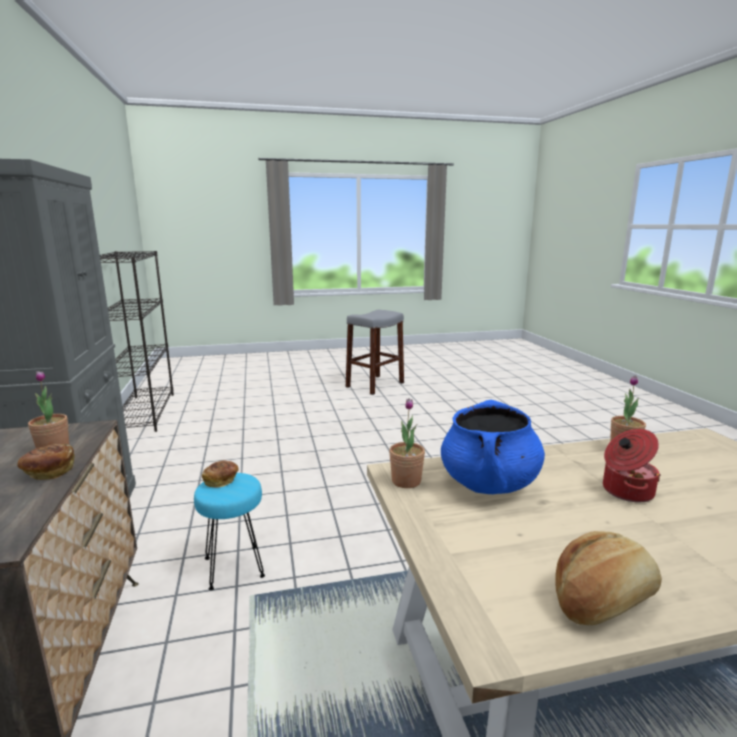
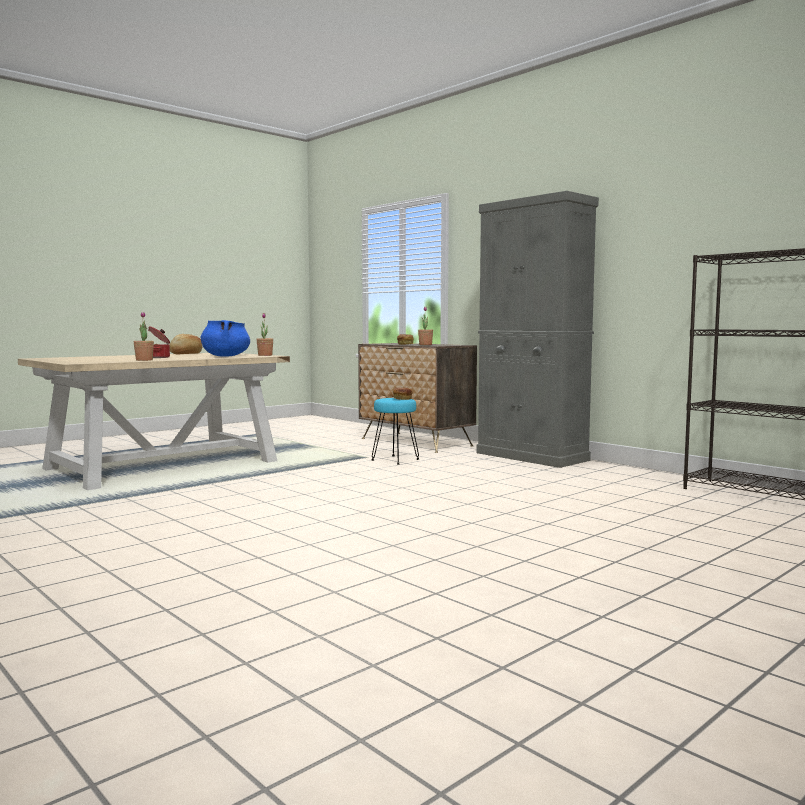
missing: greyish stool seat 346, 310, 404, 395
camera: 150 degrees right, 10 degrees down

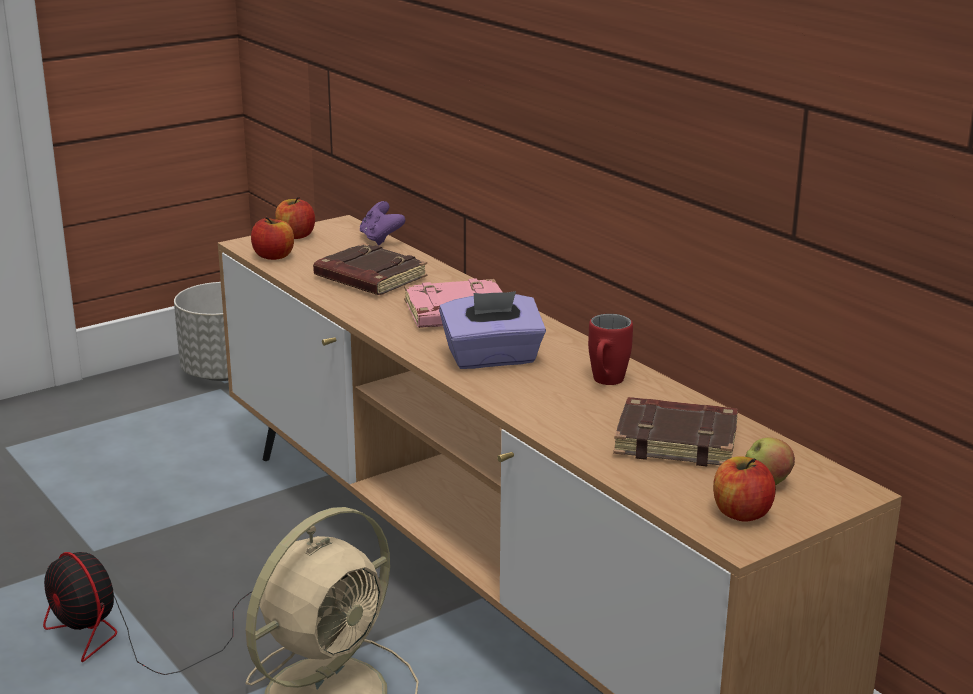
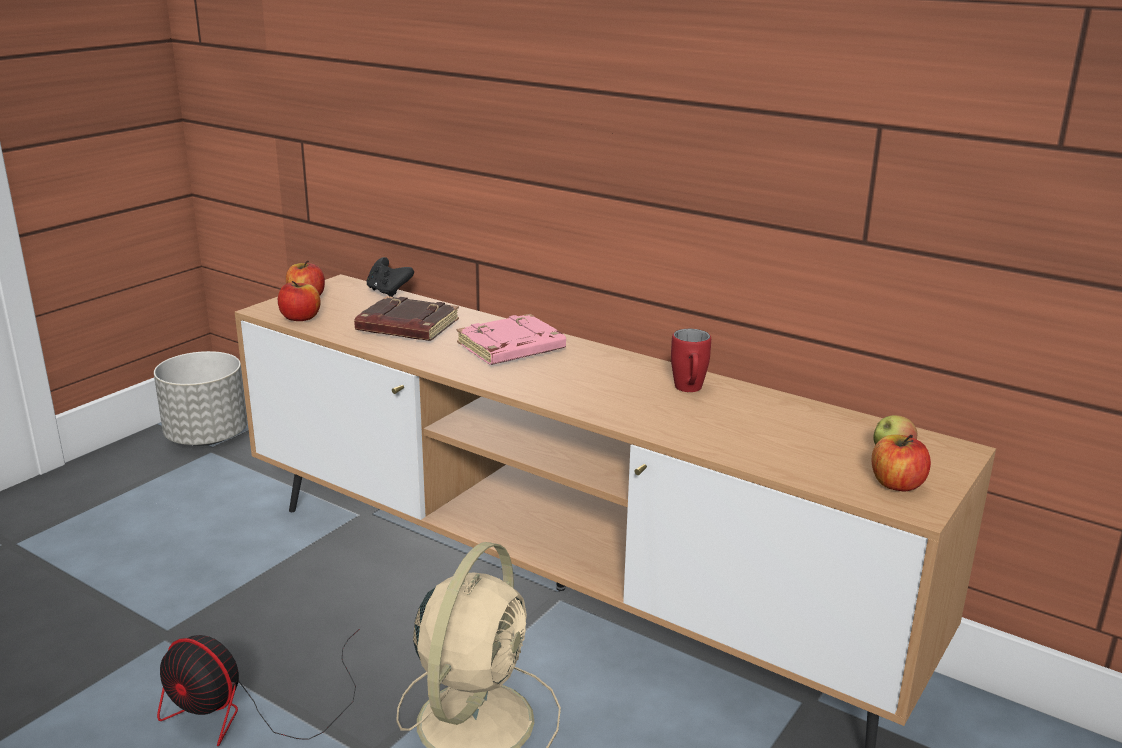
missing: purplish box of tissues 439, 291, 546, 369; brown bound book 613, 397, 738, 467
colour: purplish joypad 360, 201, 405, 245 to black joypad 367, 257, 414, 297
camera: 20 degrees left, 0 degrees up

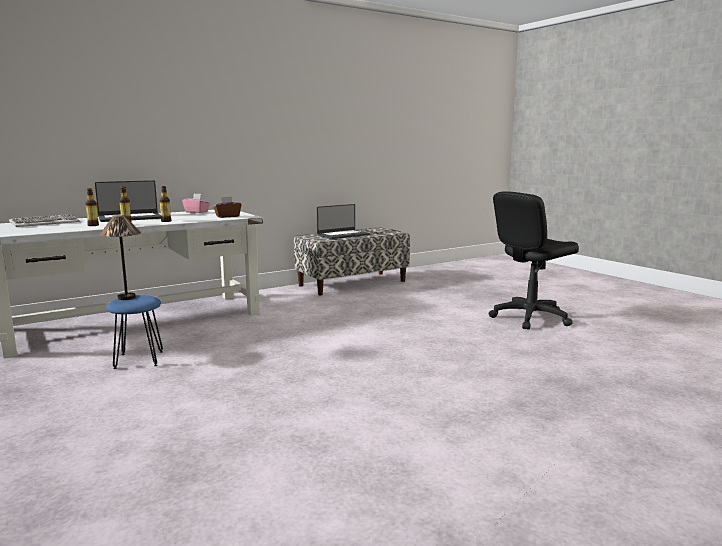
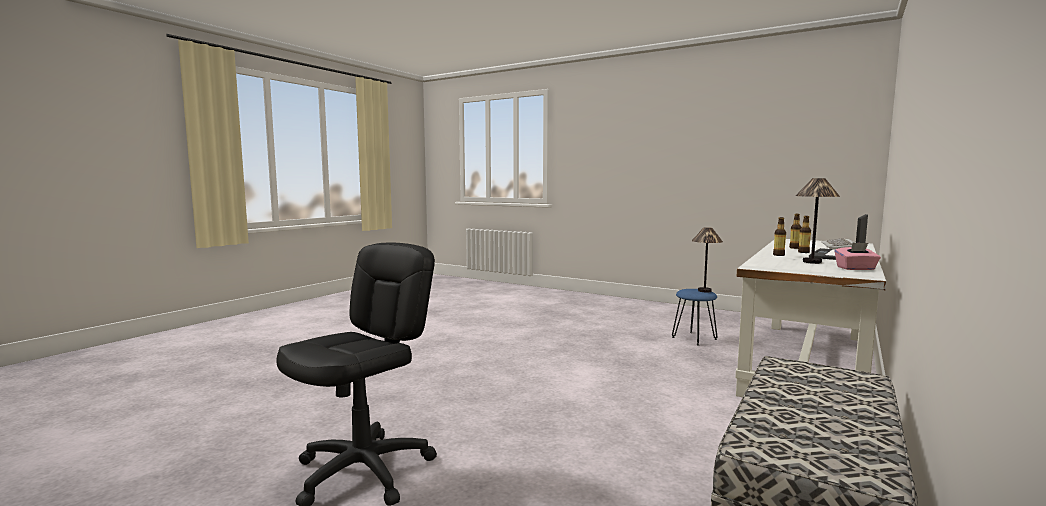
missing: brown box of tissues 213, 196, 241, 218; notebook computer 317, 204, 370, 239
appeared: lamp for a table 796, 178, 840, 264
camera: 155 degrees right, 5 degrees down

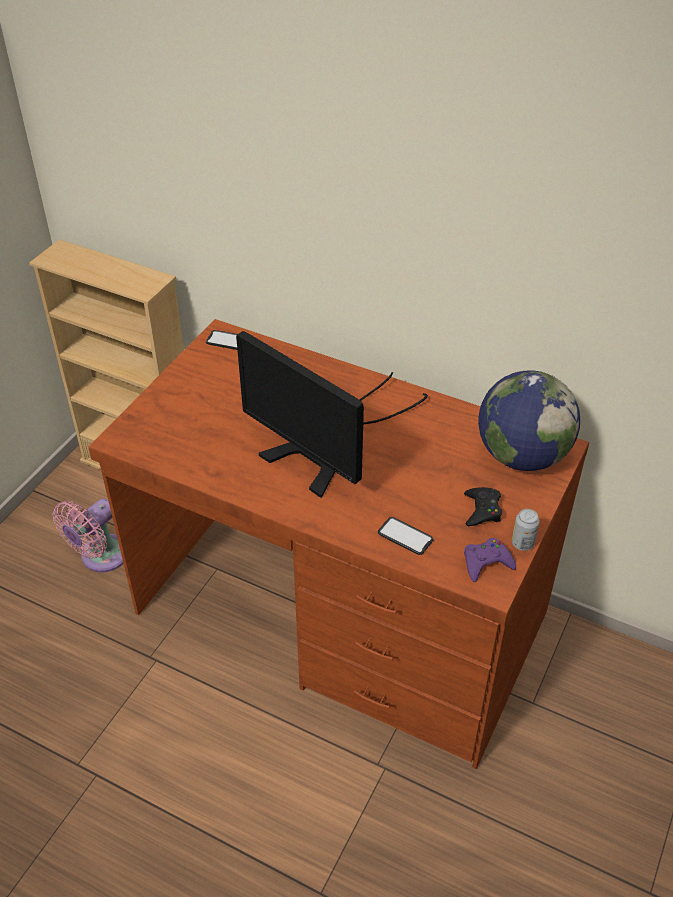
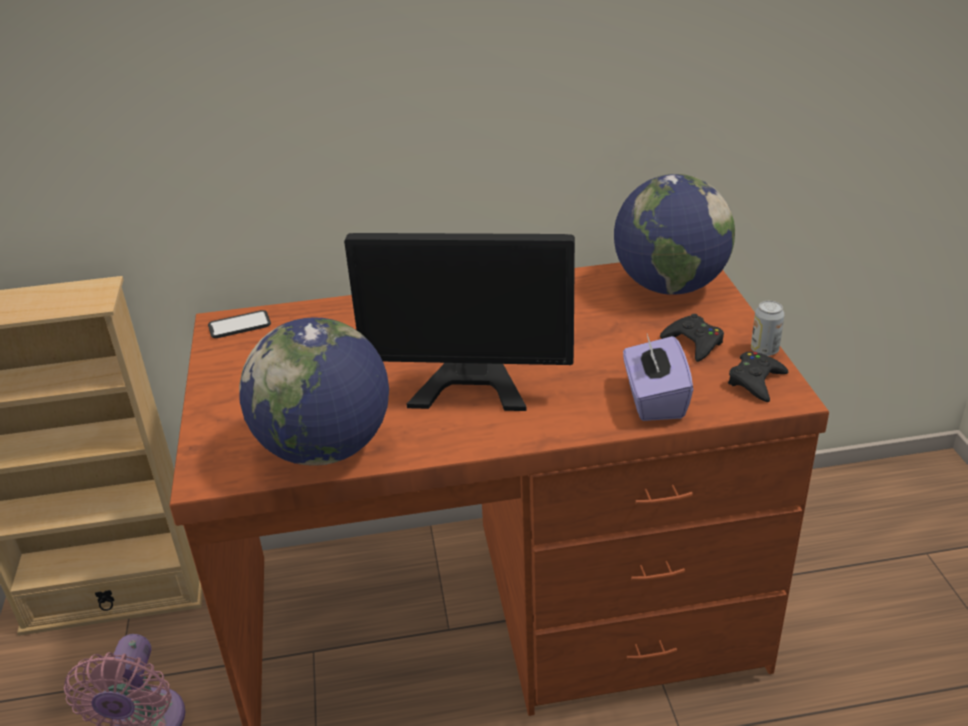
appeared: globe 239, 317, 389, 466
exchanged: telephone 378, 517, 434, 555 to purplish box of tissues 623, 334, 693, 421
colour: purplish joypad 464, 538, 516, 582 to black joypad 728, 352, 788, 402
camera: 35 degrees left, 10 degrees down

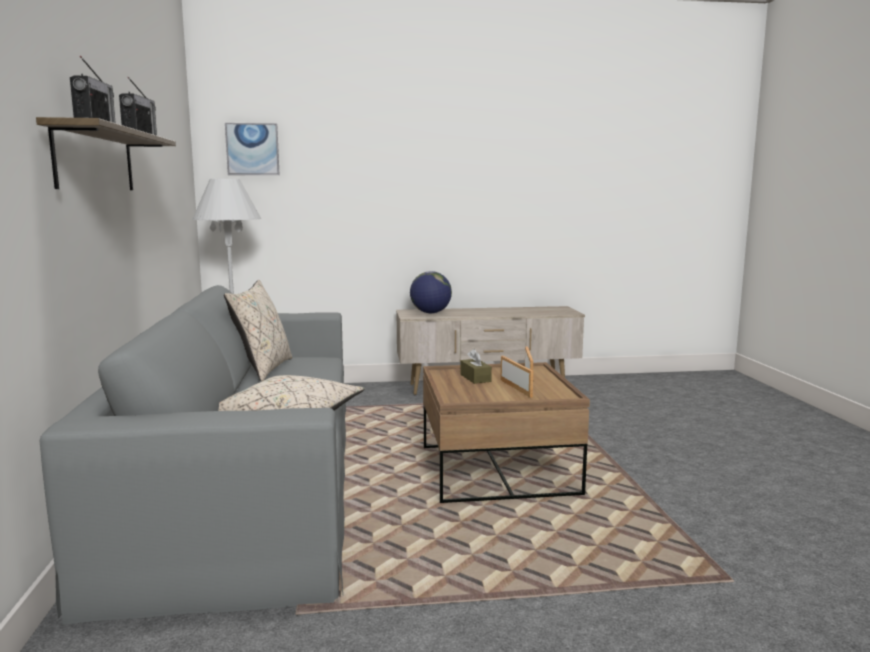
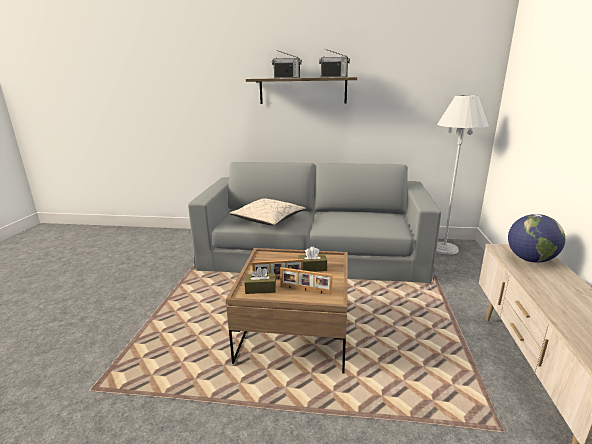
missing: picture 225, 123, 280, 175; beige-coloured pillow 224, 280, 293, 382
appeared: brown box of tissues 244, 267, 276, 294
camera: 105 degrees right, 10 degrees up

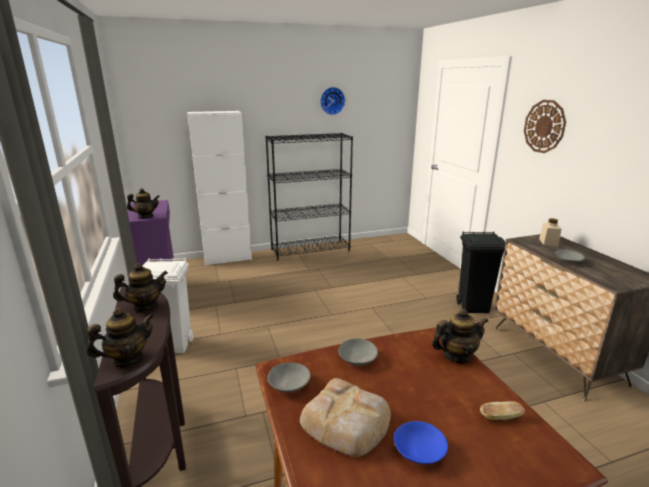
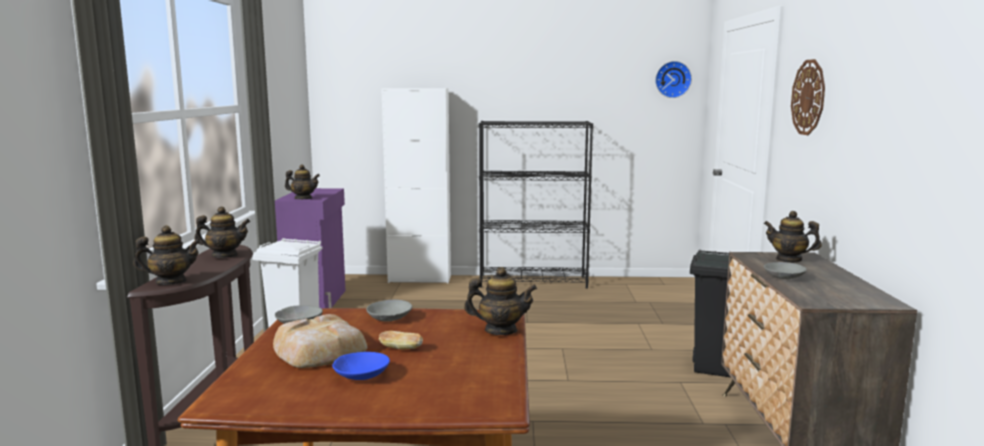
relocated: hanging clock 320, 87, 345, 115 to 655, 61, 692, 98; bakery bread 480, 402, 525, 420 to 379, 331, 423, 350
exchanged: beige-coloured jar 539, 218, 561, 246 to teapot 764, 211, 822, 263
camera: 20 degrees right, 10 degrees down

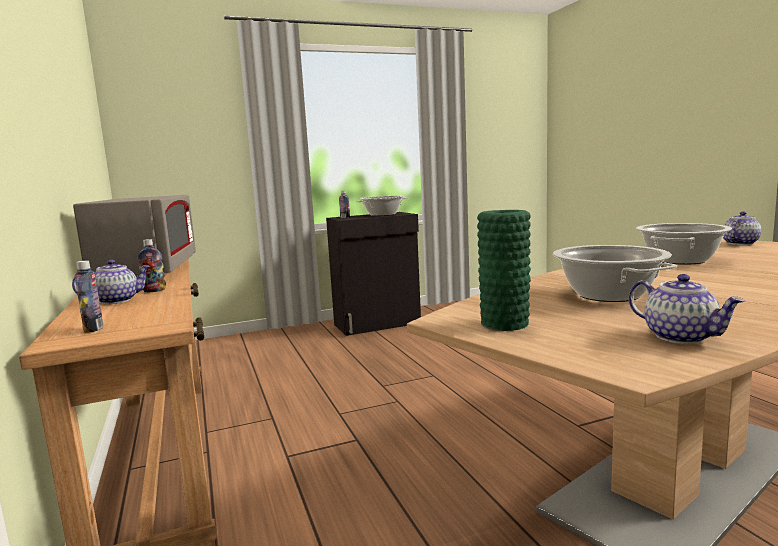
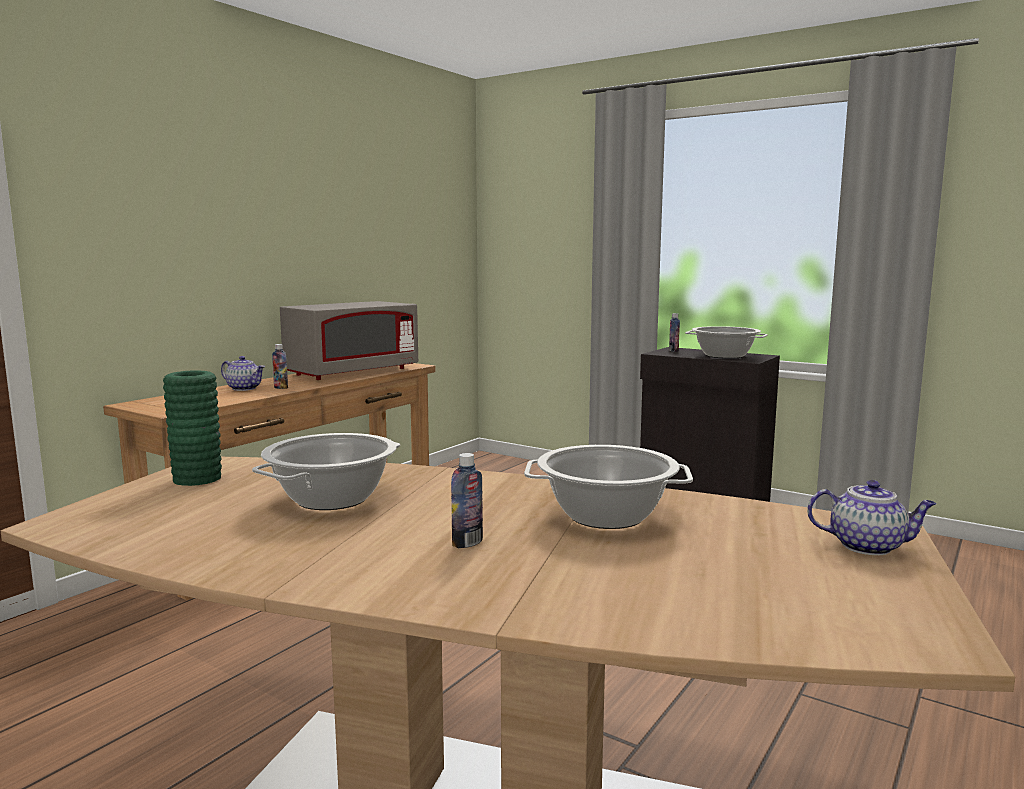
missing: teapot 629, 274, 745, 344
relocated: beverage bottle 74, 260, 103, 333 to 451, 453, 483, 548
camera: 55 degrees right, 0 degrees up

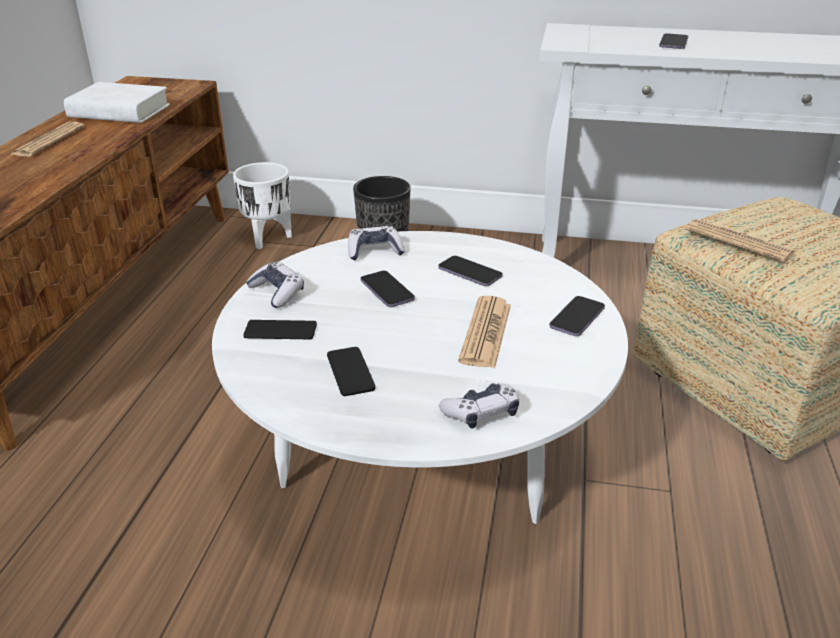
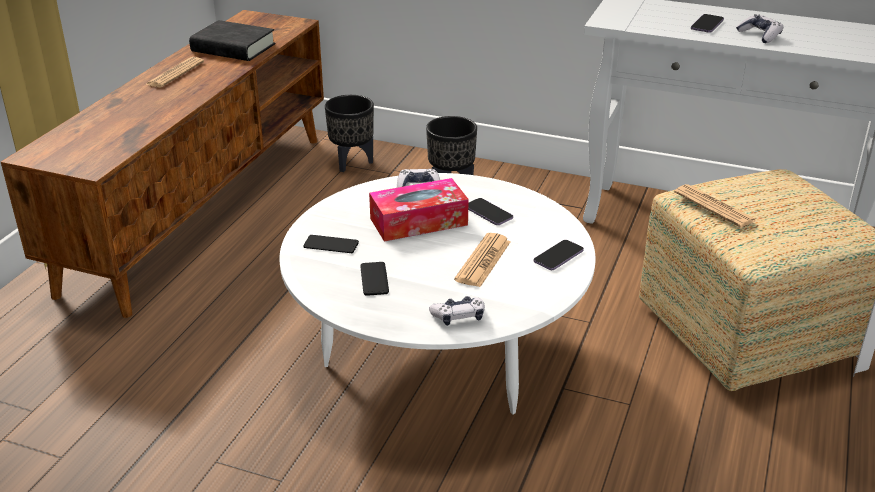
relocated: joypad 246, 262, 304, 308 to 736, 14, 783, 43
exchanged: telephone 361, 271, 415, 307 to box of tissues 369, 178, 469, 241
colour: white bound book 64, 82, 170, 123 to black bound book 189, 20, 275, 61; white plant pot 233, 162, 292, 249 to black plant pot 325, 95, 374, 172
camera: 10 degrees right, 0 degrees up

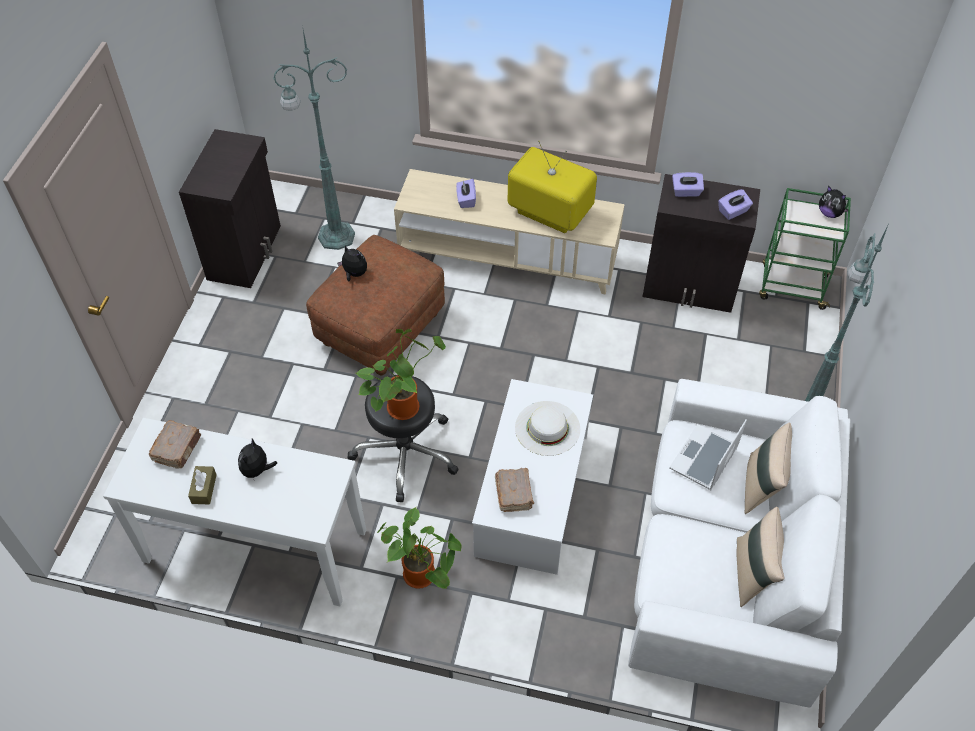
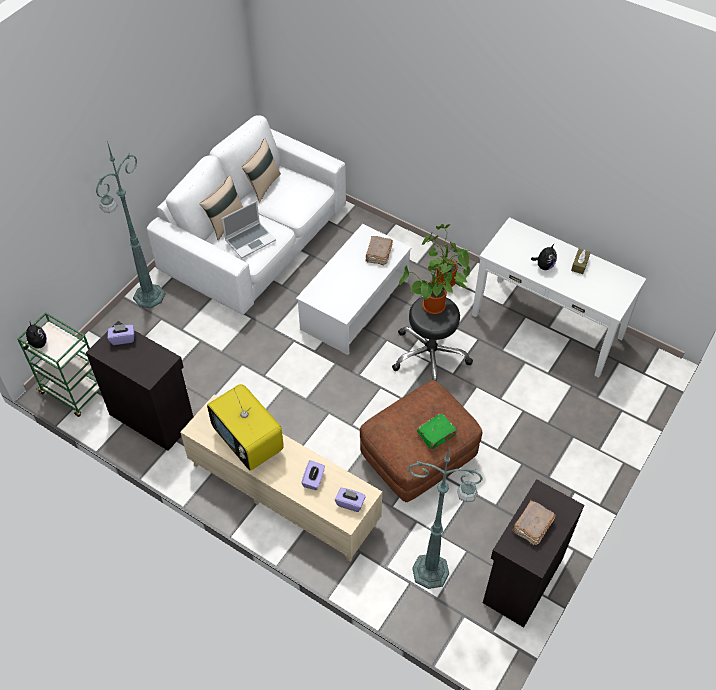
missing: white wearable hat 515, 401, 580, 456
relocated: purplish box of tissues 672, 172, 704, 197 to 335, 488, 366, 512; brown bound book 149, 420, 201, 468 to 512, 500, 555, 545
exchanged: cuddly toy 337, 245, 367, 282 to greenish bound book 417, 414, 457, 449
camera: 160 degrees left, 0 degrees up

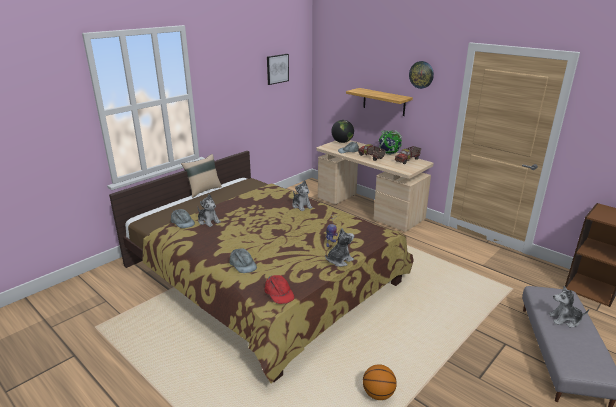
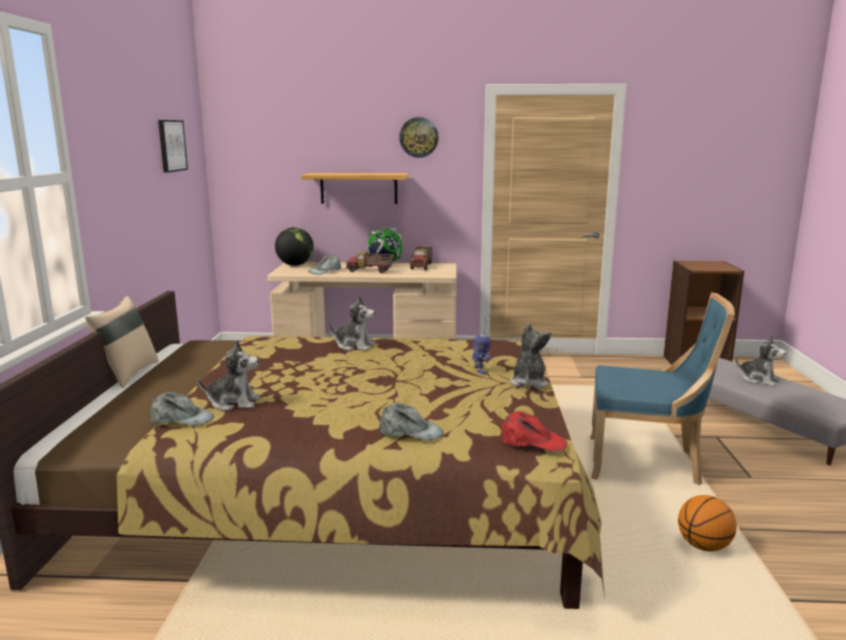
appeared: blue upright chair 590, 292, 735, 485
spun: cuddly toy 549, 286, 589, 327 = 735, 335, 786, 386 105 degrees counterclockwise
camera: 40 degrees left, 10 degrees down

